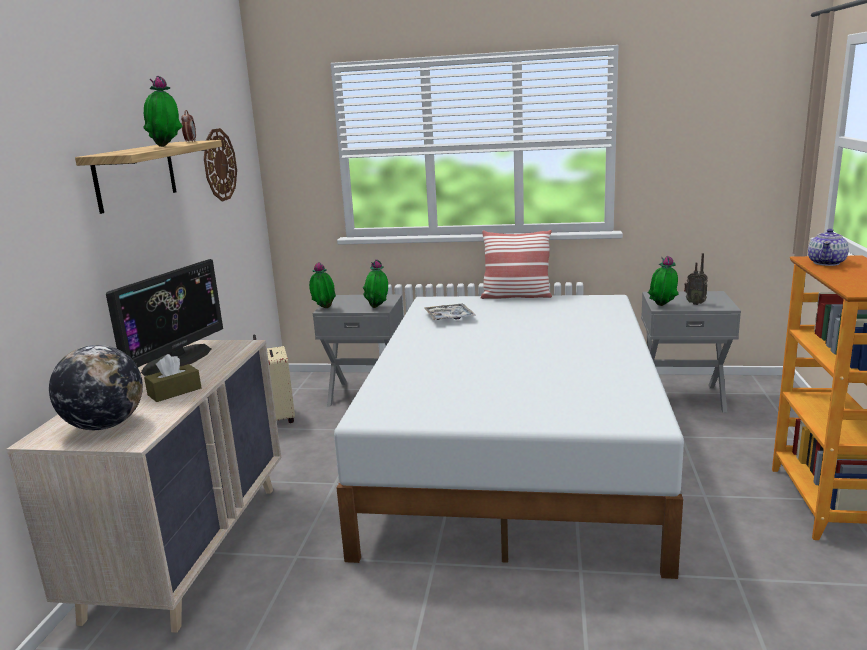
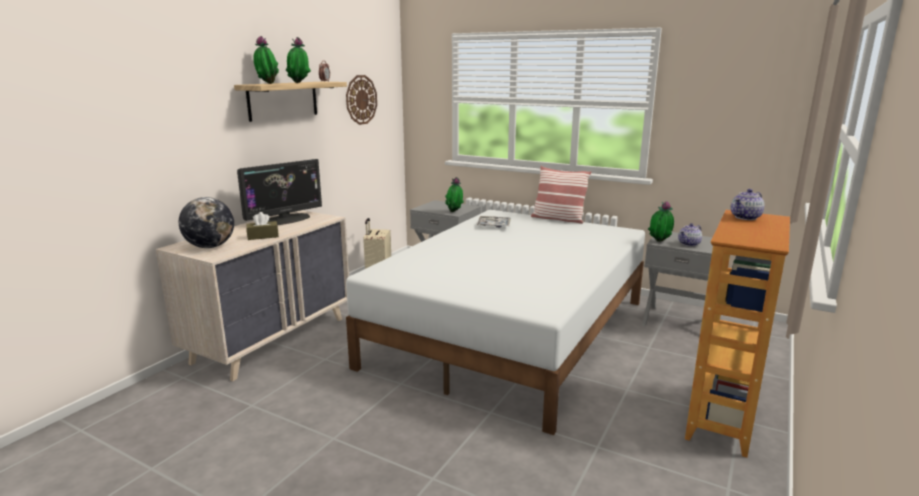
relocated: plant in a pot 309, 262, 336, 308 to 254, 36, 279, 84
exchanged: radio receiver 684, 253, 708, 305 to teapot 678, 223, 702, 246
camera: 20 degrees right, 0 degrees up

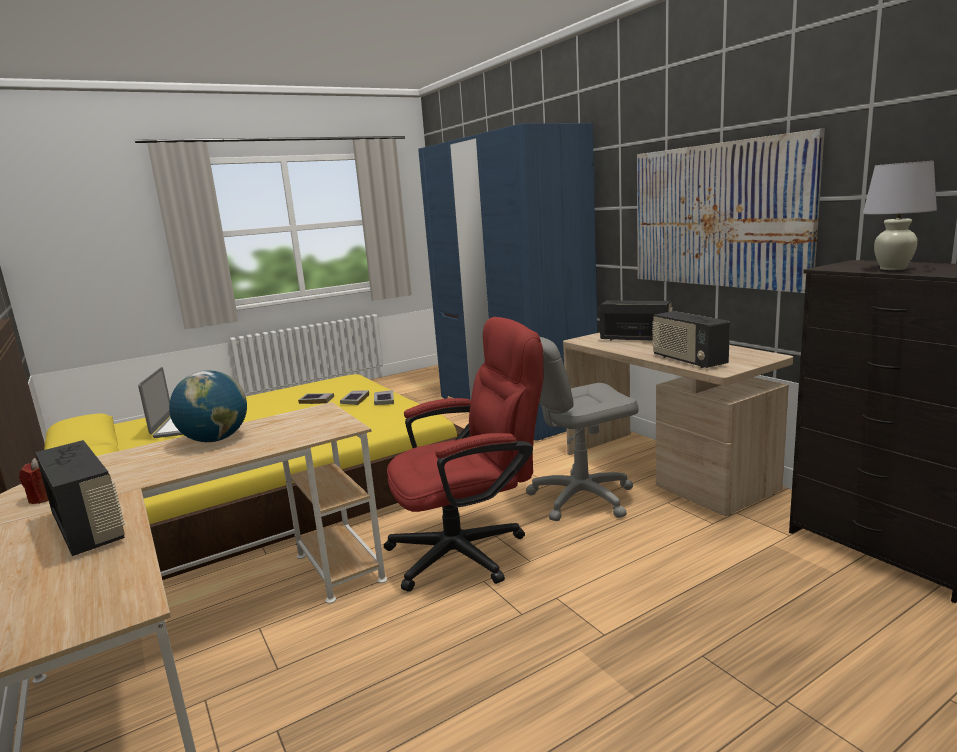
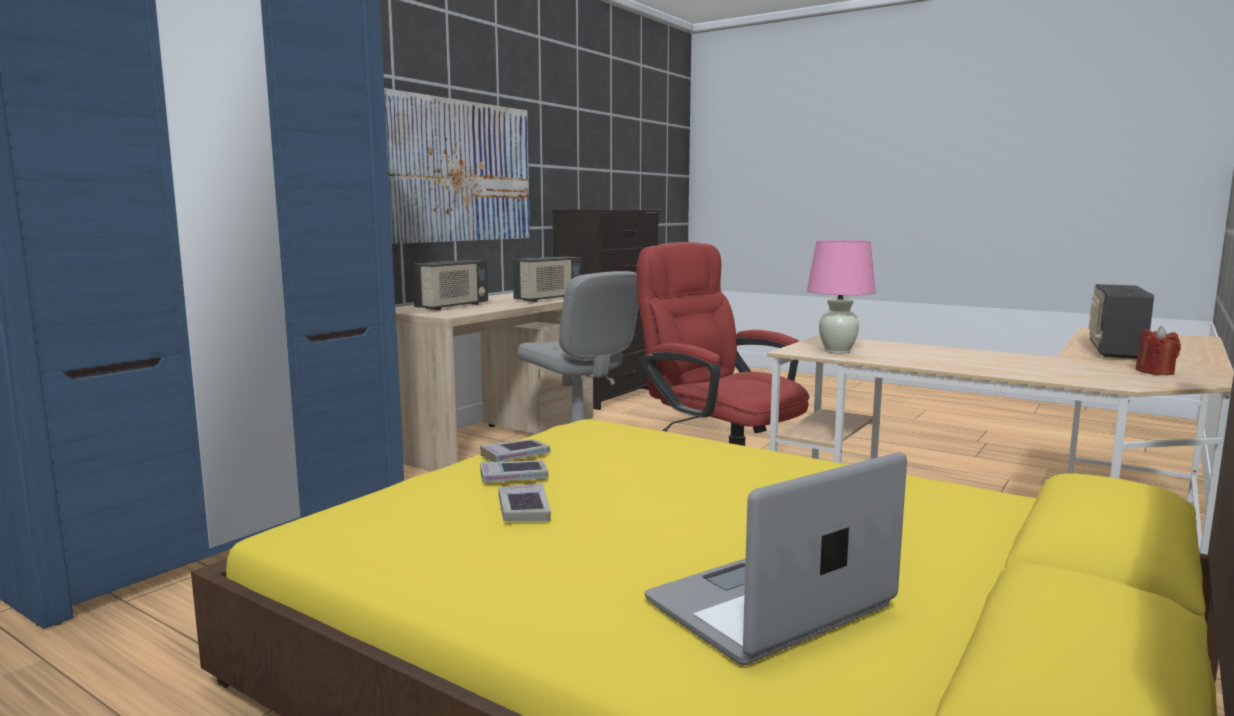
missing: white lamp for a table 863, 161, 937, 270; globe 169, 370, 247, 442
appeared: pink-coloured lamp for a table 807, 240, 876, 354
spun: radio receiver 600, 300, 673, 341 = 412, 260, 488, 310 150 degrees counterclockwise
camera: 115 degrees left, 5 degrees down

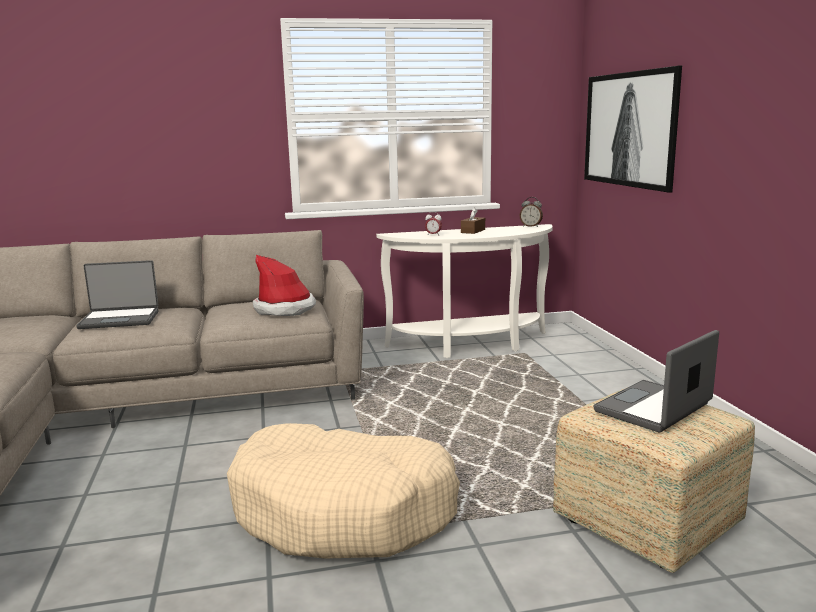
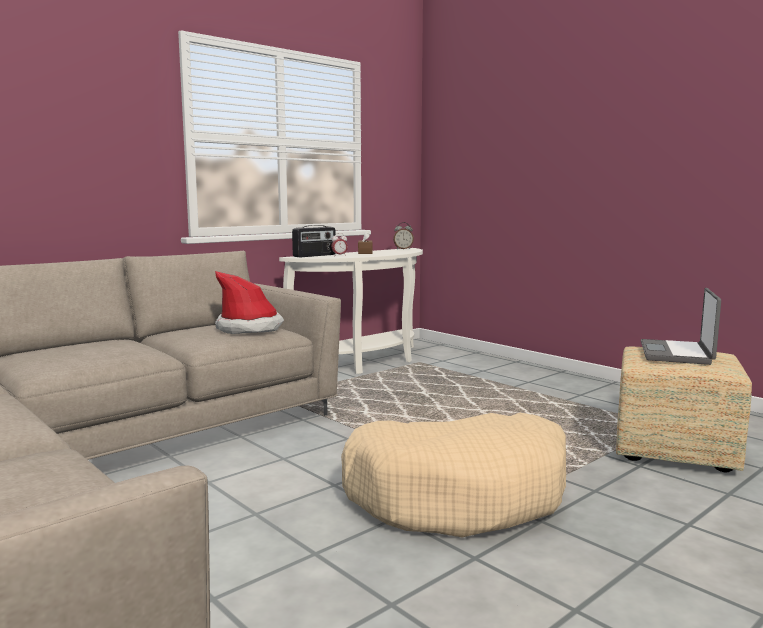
missing: picture 584, 66, 682, 193; notebook computer 76, 260, 159, 329
appeared: radio receiver 292, 225, 335, 257
camera: 30 degrees left, 5 degrees down

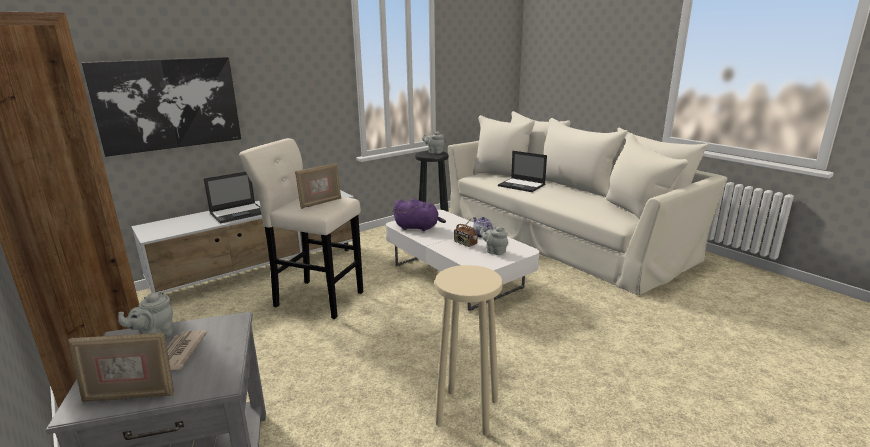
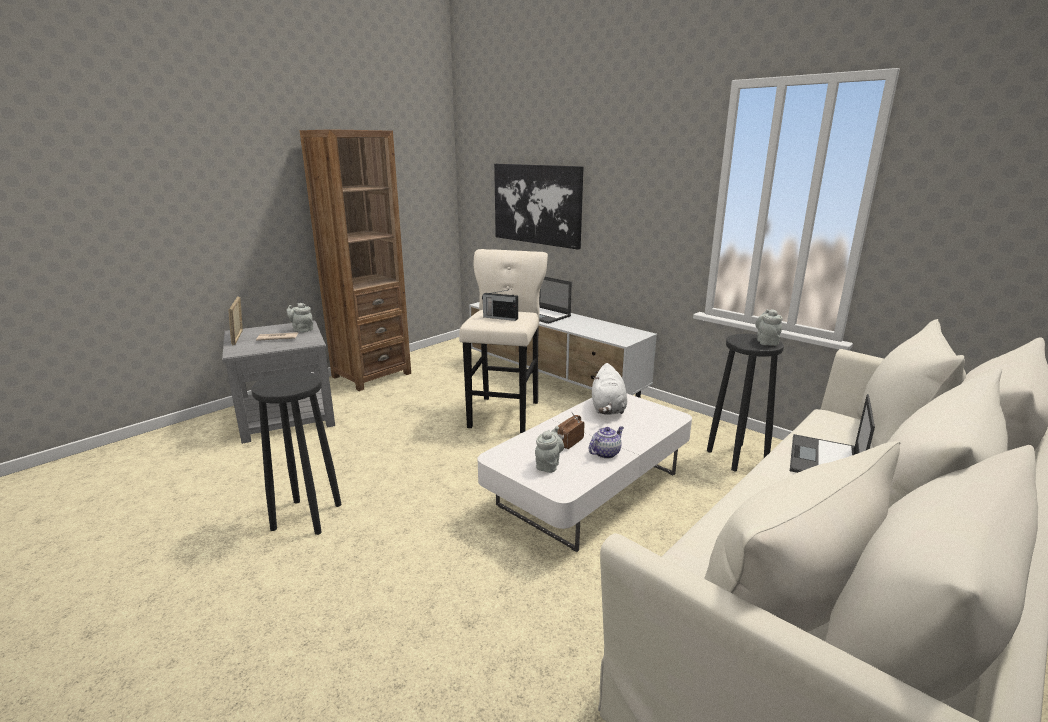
exchanged: standing frame 295, 163, 341, 209 to radio receiver 482, 289, 518, 321
colour: purplish cuddly toy 392, 199, 446, 231 to white cuddly toy 592, 363, 627, 415; beige-coloured stool seat 435, 265, 503, 436 to black stool seat 251, 372, 342, 535
camera: 80 degrees right, 0 degrees up

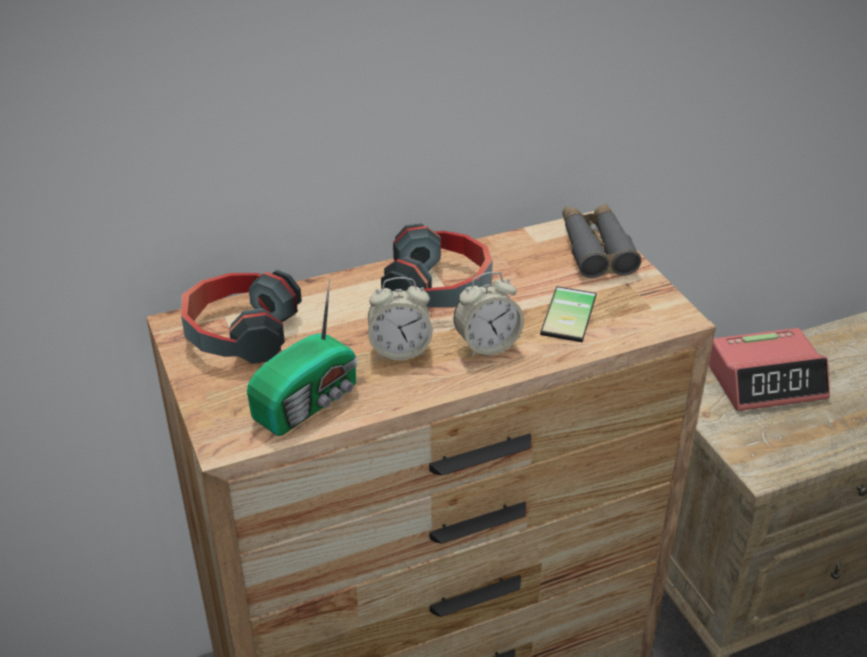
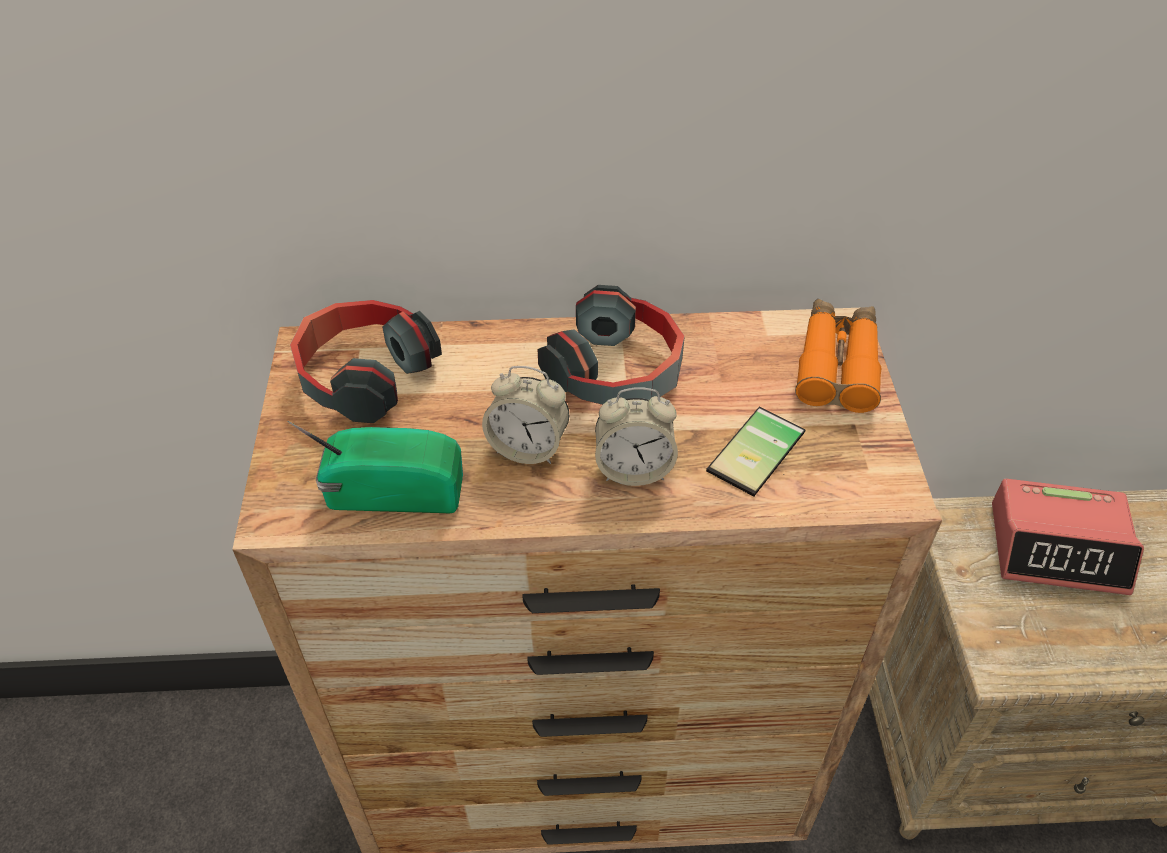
colour: greyish field glasses 563, 204, 642, 278 to orange-coloured field glasses 795, 299, 881, 413
spun: radio receiver 247, 279, 357, 436 = 287, 421, 463, 513 150 degrees counterclockwise
camera: 20 degrees right, 10 degrees up

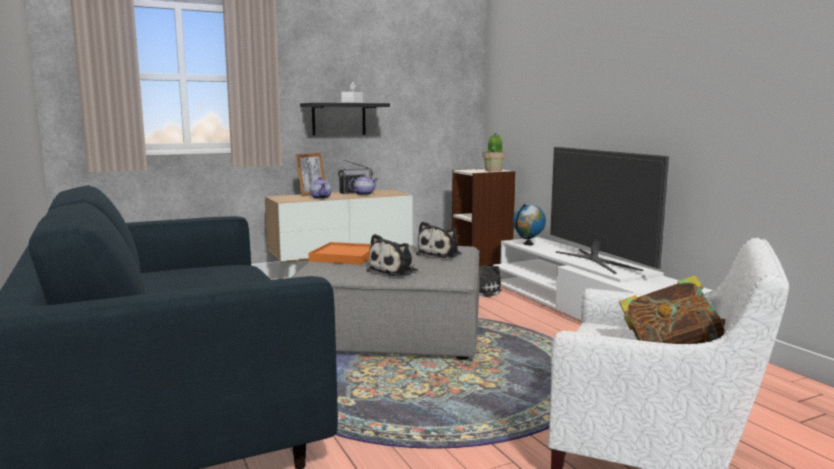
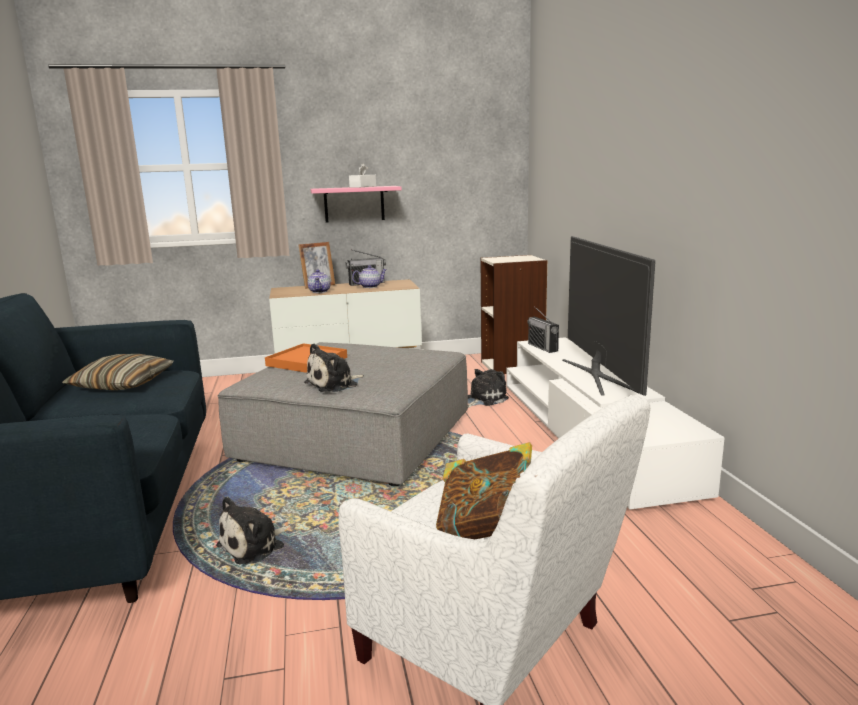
missing: plant in a pot 482, 133, 505, 172
appeared: pillow 62, 354, 173, 391
relocated: cuddly toy 416, 221, 461, 258 to 216, 496, 290, 564
exchanged: globe 513, 204, 546, 245 to radio receiver 527, 306, 559, 353
colour: black shelf 300, 103, 390, 136 to pink-coloured shelf 310, 186, 402, 223
camera: 15 degrees right, 5 degrees up

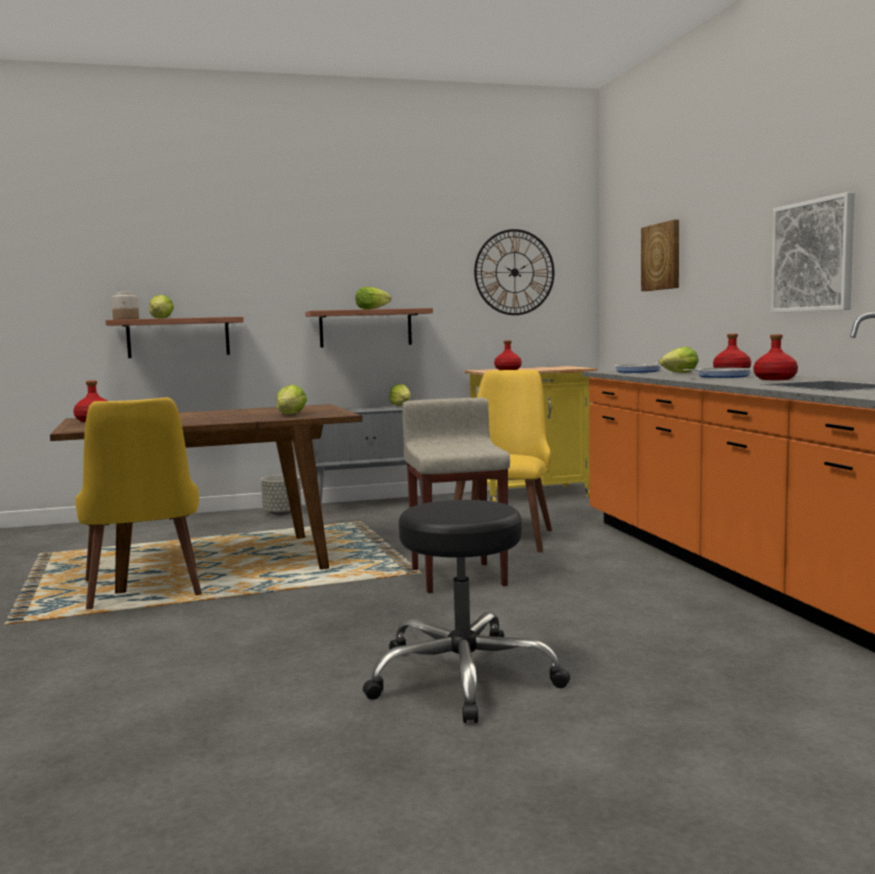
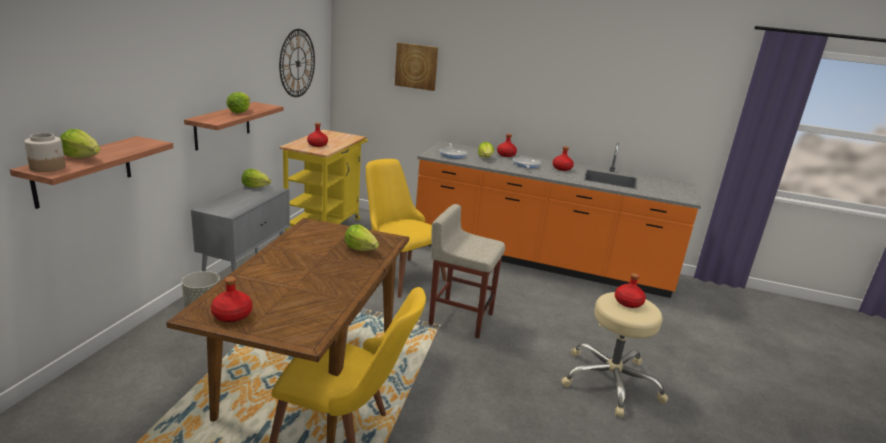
missing: picture 771, 192, 855, 313
appeared: reddish beverage bottle 615, 273, 646, 308
colour: black stool seat 363, 500, 570, 723 to beige-coloured stool seat 561, 292, 668, 417
camera: 60 degrees left, 15 degrees up

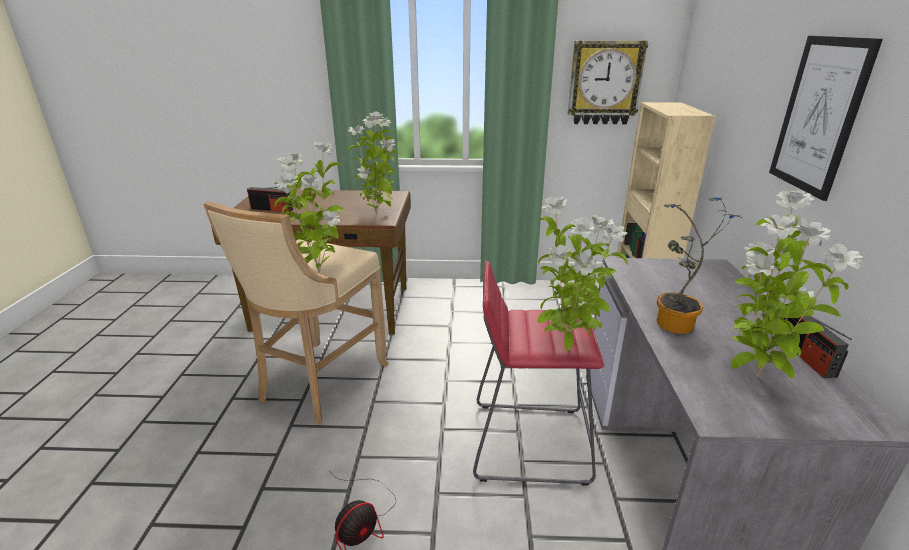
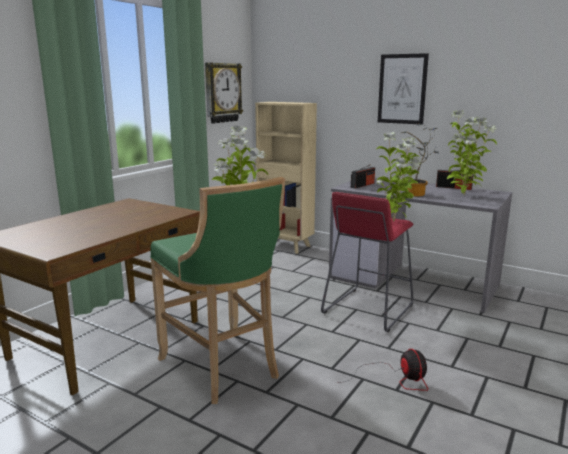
missing: plant in a pot 348, 112, 398, 215
relocated: radio receiver 247, 187, 293, 212 to 351, 164, 375, 189
colour: beige-coloured stool seat 203, 201, 389, 423 to greenish stool seat 150, 177, 286, 404
camera: 60 degrees left, 10 degrees down

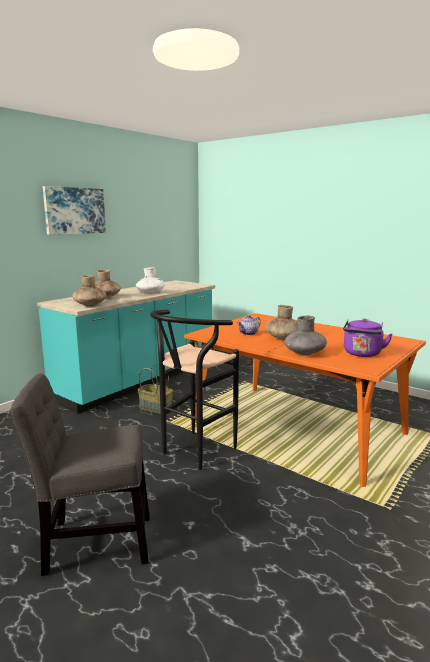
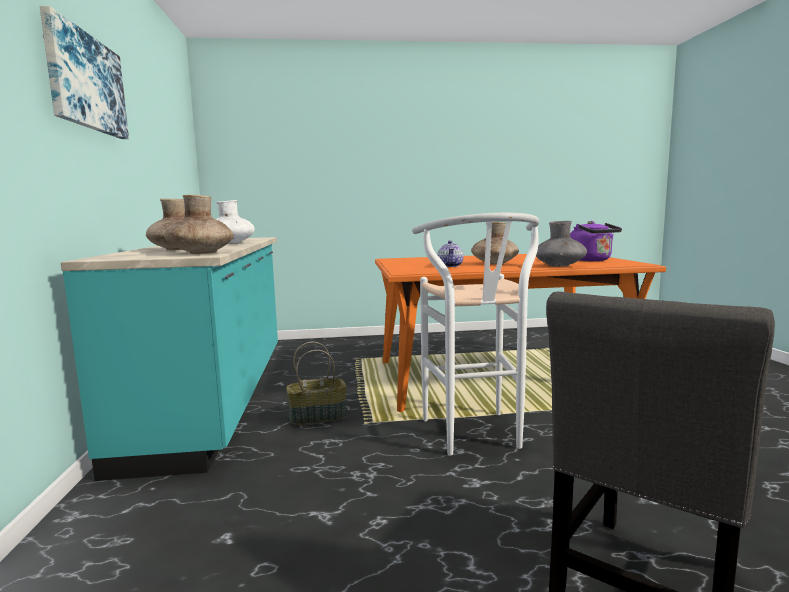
colour: black stool seat 150, 310, 239, 470 to white stool seat 412, 213, 539, 455
camera: 45 degrees left, 5 degrees down

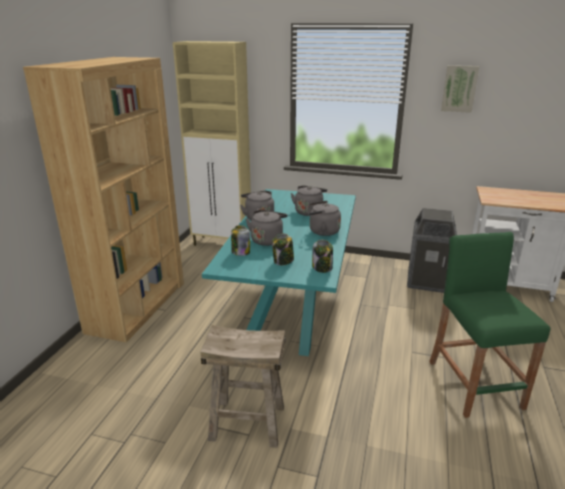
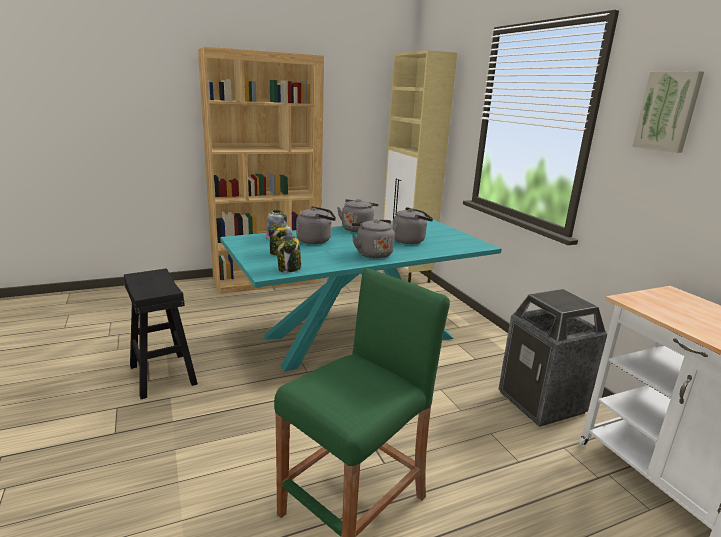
colour: beige-coloured stool seat 200, 325, 286, 448 to black stool seat 124, 268, 198, 399
camera: 50 degrees right, 5 degrees down

